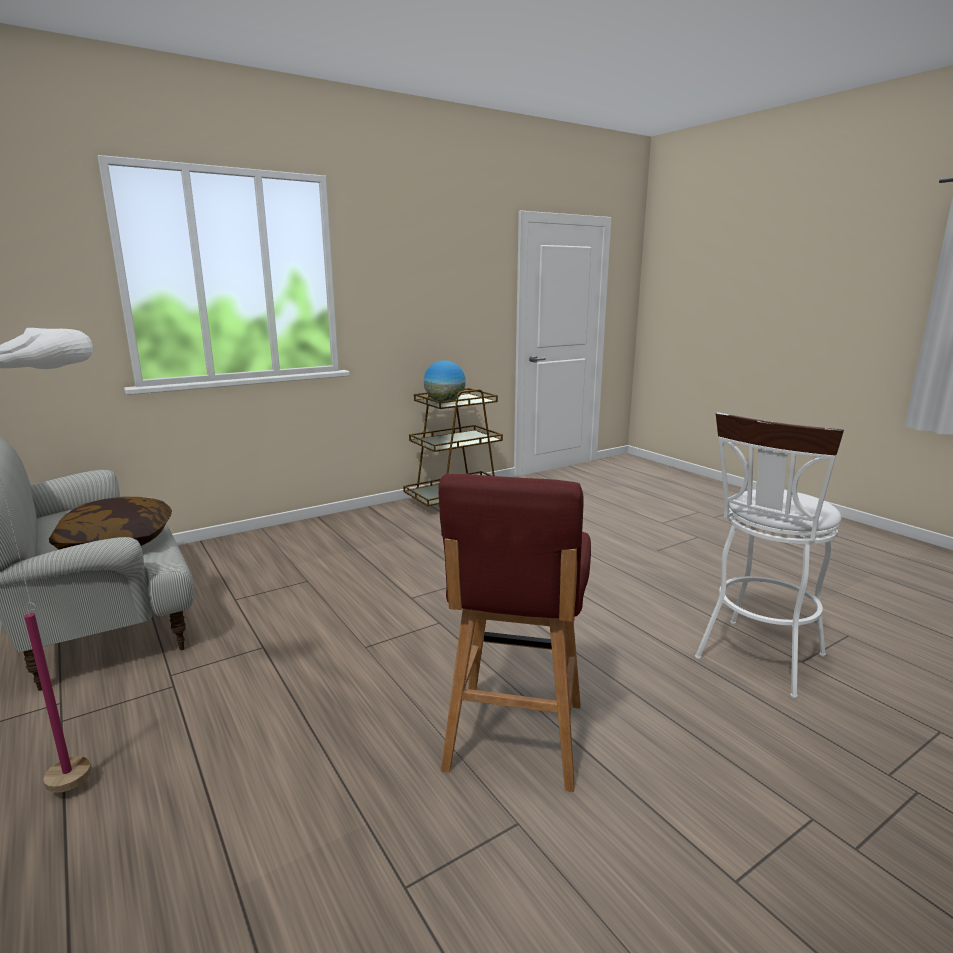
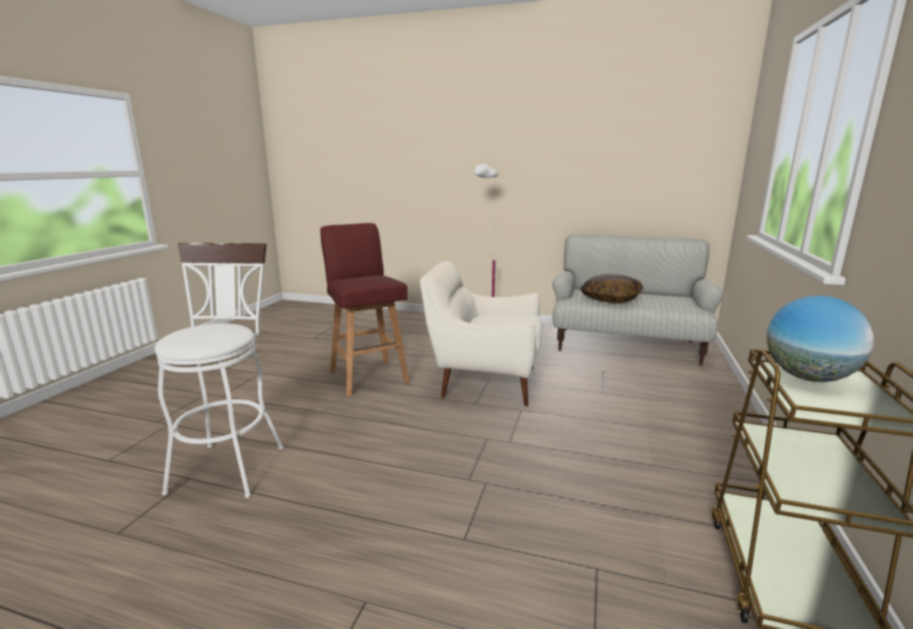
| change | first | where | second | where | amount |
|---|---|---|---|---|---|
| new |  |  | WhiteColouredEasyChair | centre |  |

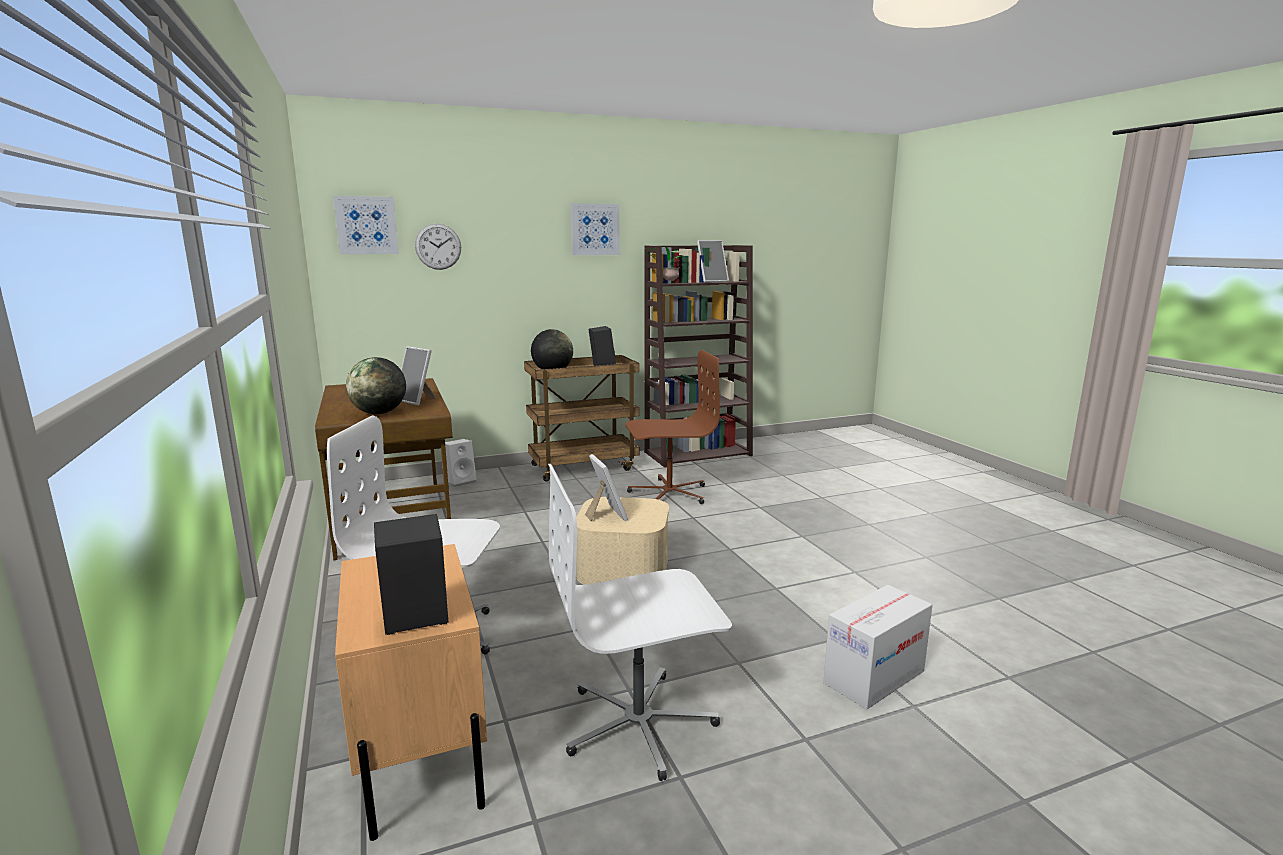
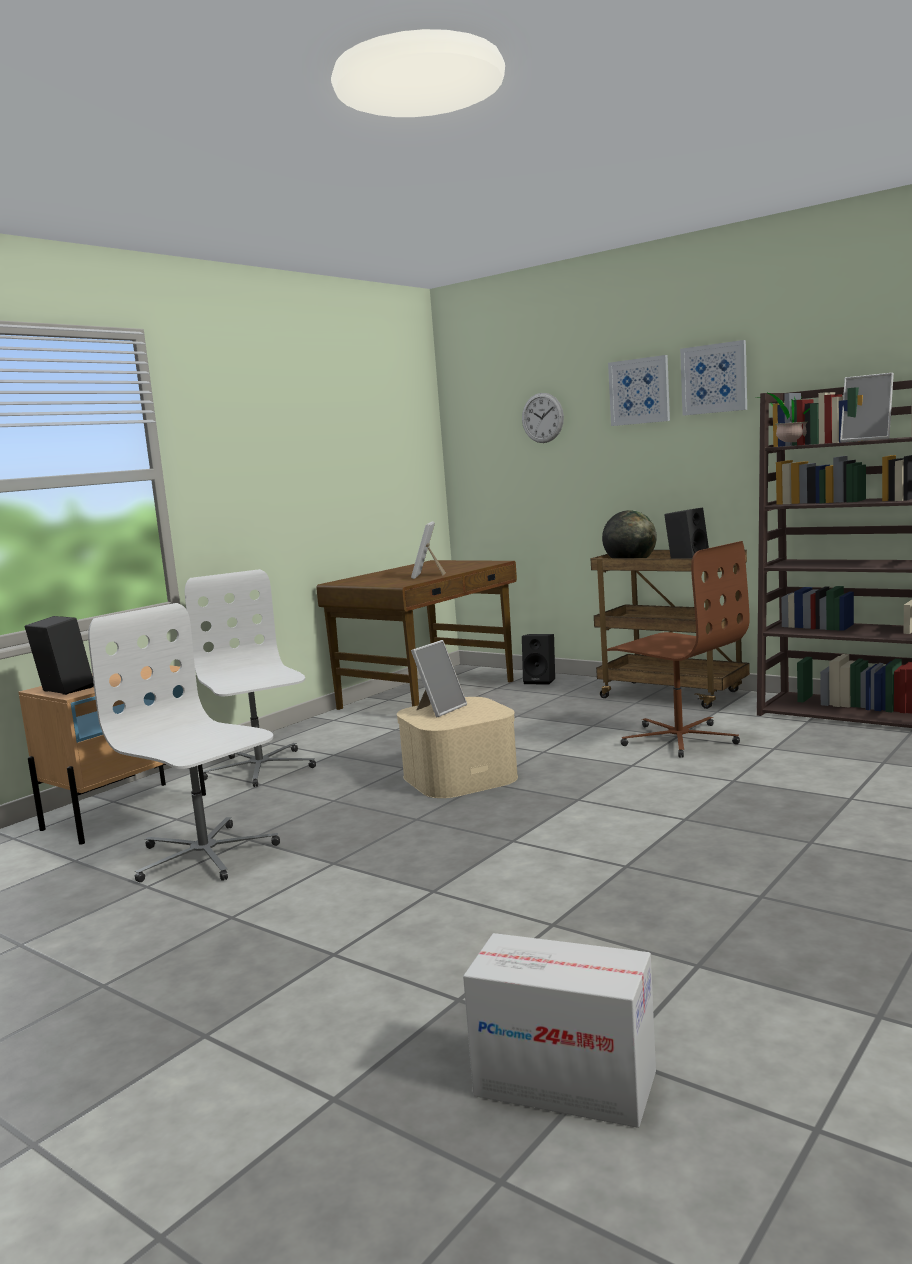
| change | first | where | second | where | amount |
|---|---|---|---|---|---|
| gone | DeskGlobe (no. 1 from left) | middle left |  |  |  |
| shifted | WallPicture (no. 1 from left) | top left |  | top right |  |
| shifted | Carton | bottom right |  | bottom centre |  |
| repainted | WhiteColouredSpeaker | centre | BlackSpeaker (no. 2 from left) | centre |  |

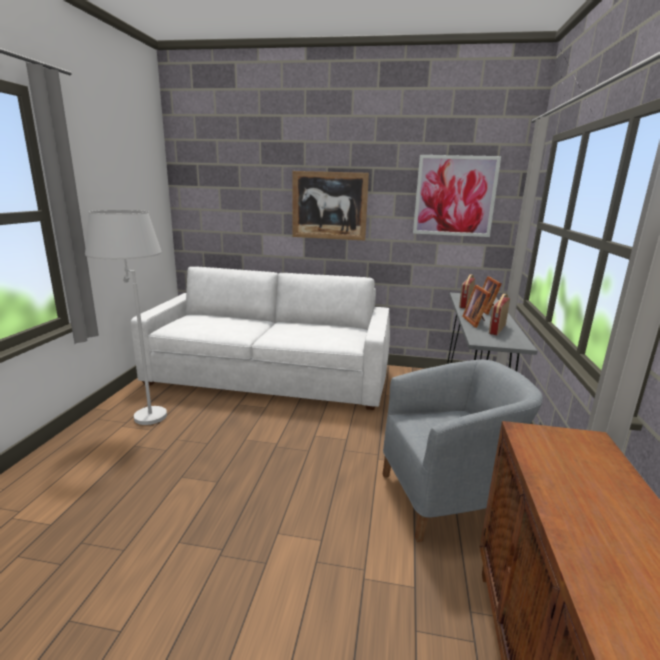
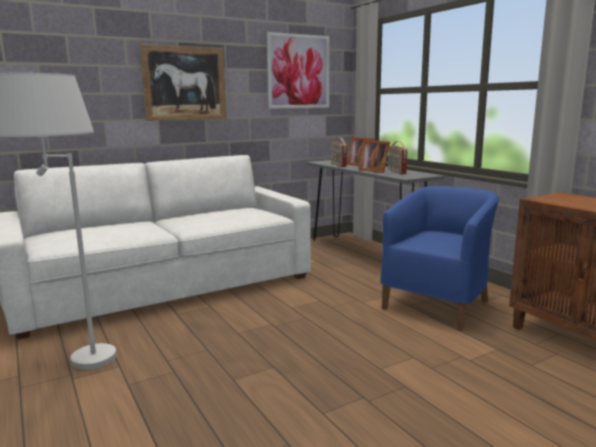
| change | first | where | second | where | amount |
|---|---|---|---|---|---|
| repainted | GrayEasyChair | bottom right | BlueEasyChair | middle right |  |

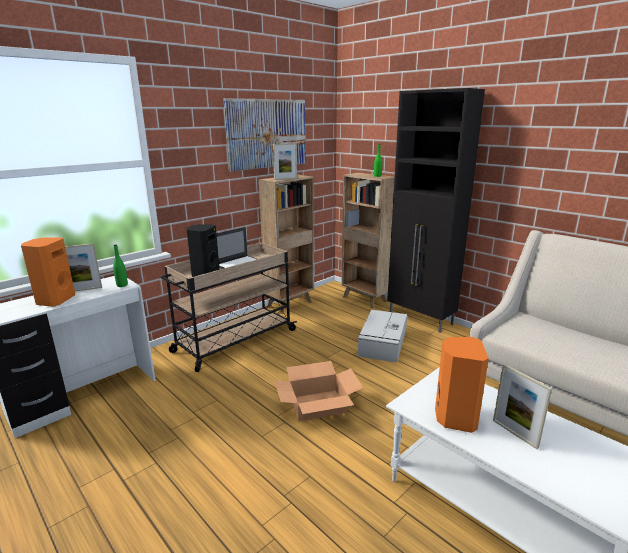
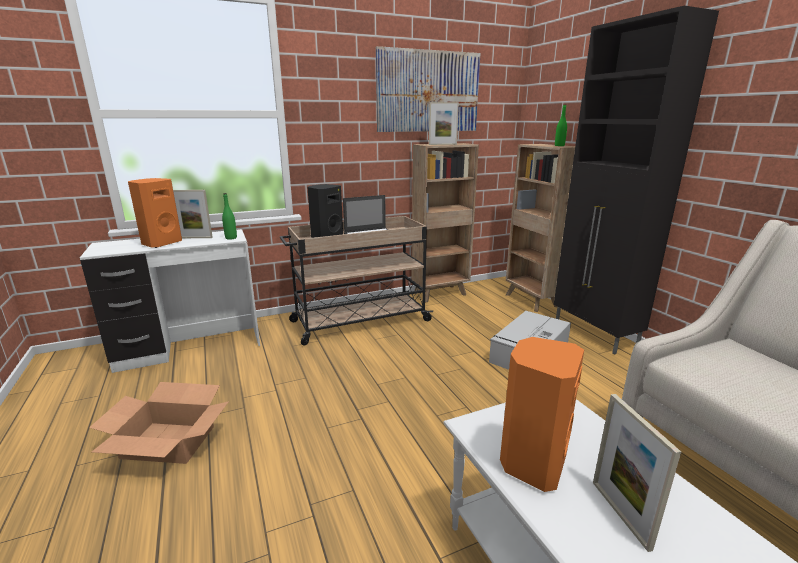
| change | first | where | second | where | amount |
|---|---|---|---|---|---|
| shifted | Carton | bottom centre |  | bottom left |  |

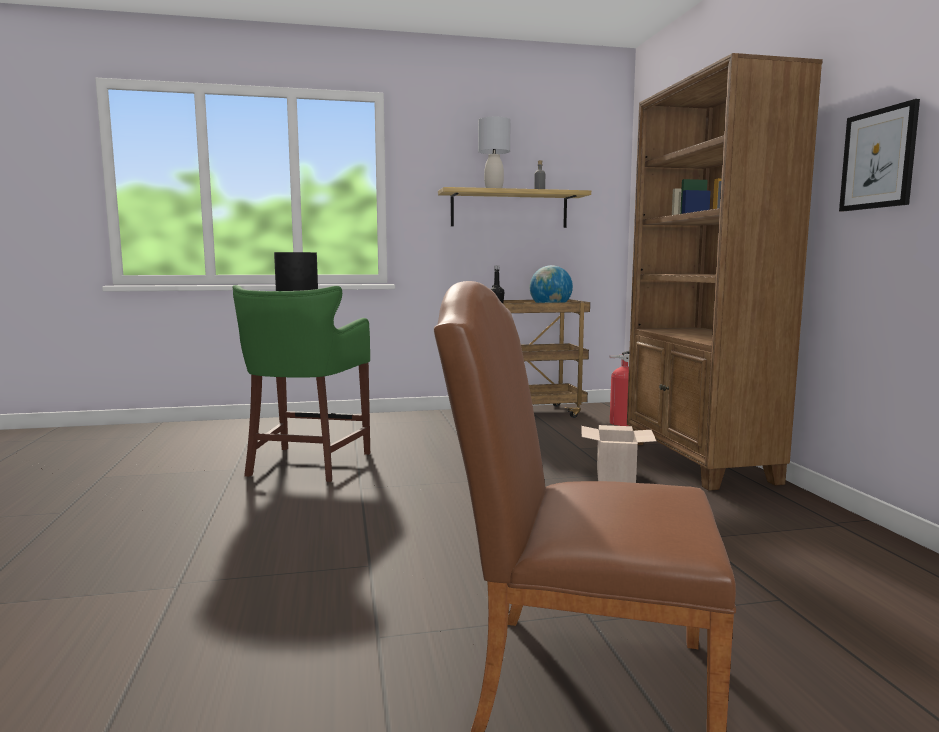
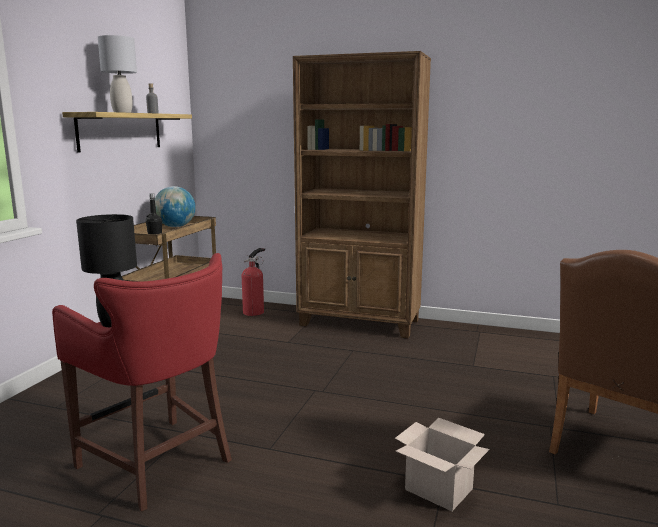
| change | first | where | second | where | amount |
|---|---|---|---|---|---|
| gone | WallPicture | top right |  |  |  |
| shifted | Carton | centre |  | bottom right |  |
| repainted | GreenishSittingStool | middle left | RedColouredSittingStool | bottom left |  |

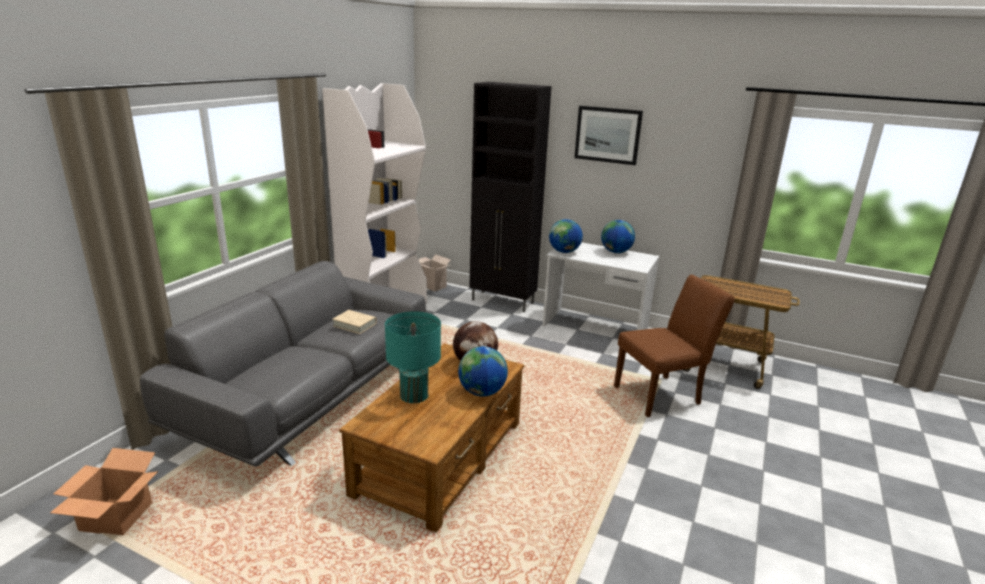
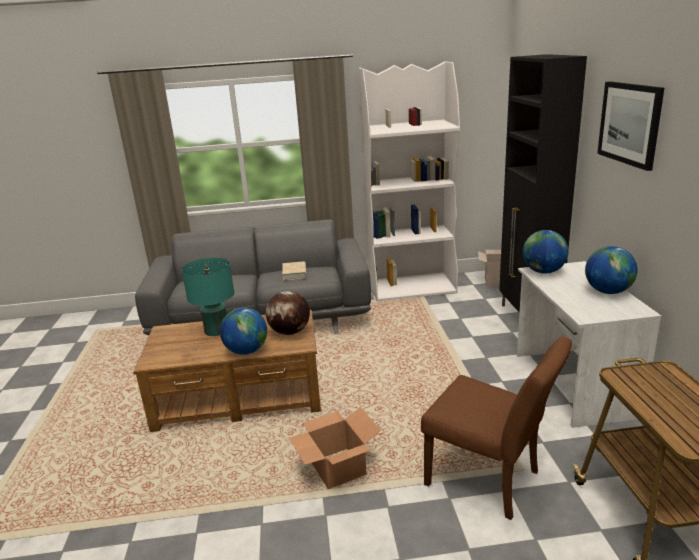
| change | first | where | second | where | amount |
|---|---|---|---|---|---|
| shifted | Carton (no. 1 from left) | bottom left |  | bottom centre |  |

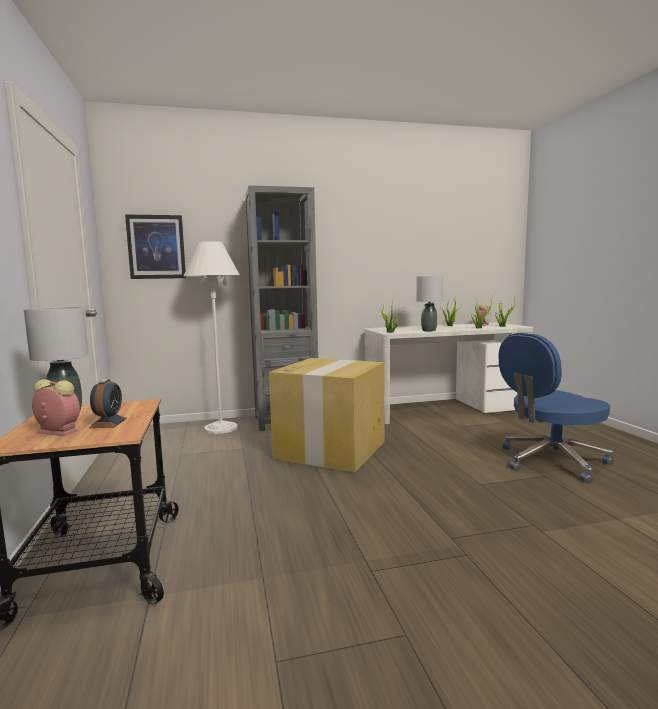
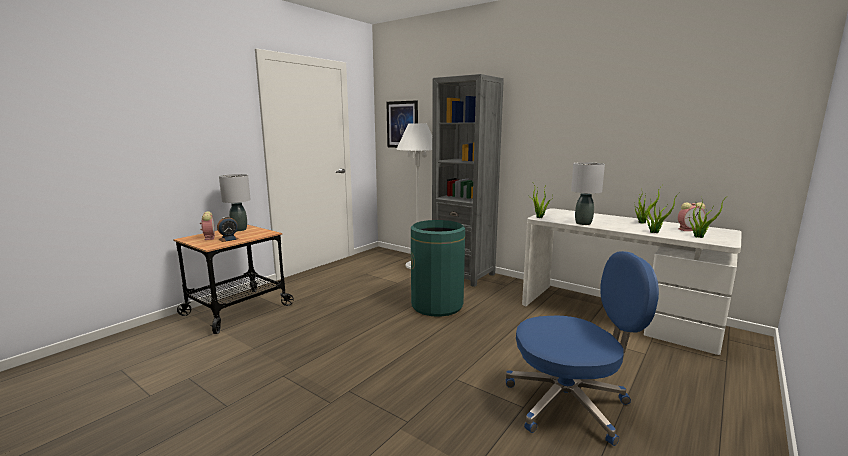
| change | first | where | second | where | amount |
|---|---|---|---|---|---|
| swapped | Carton | centre | GreenishTrashCan | centre |  |
| rotated | BlueComputerChair | middle right |  | bottom right | 150 degrees clockwise |

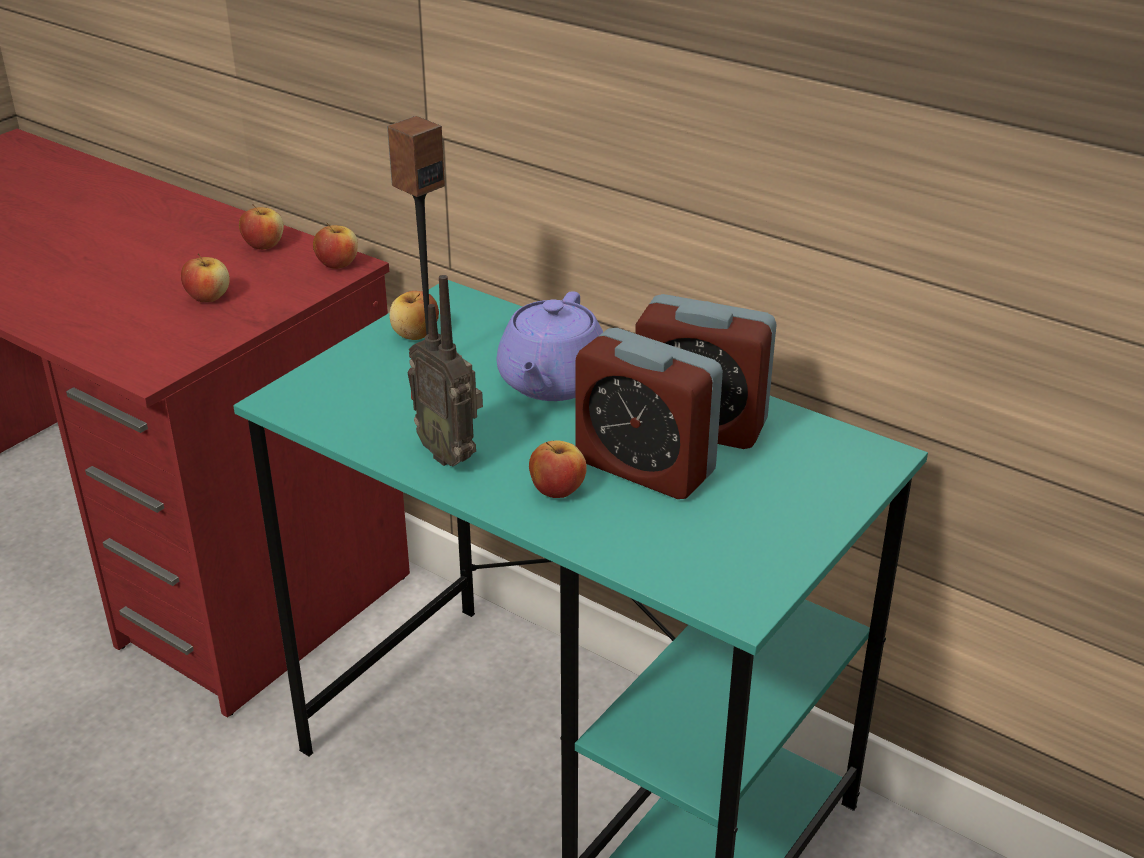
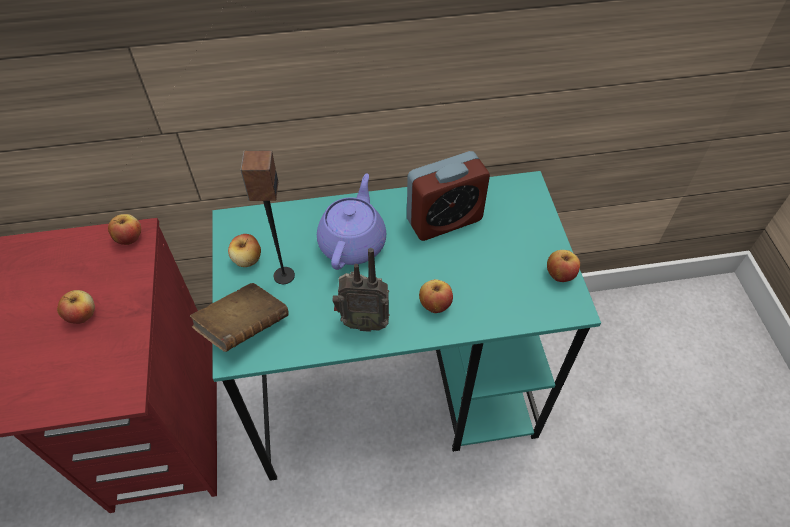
| change | first | where | second | where | amount |
|---|---|---|---|---|---|
| gone | AlarmClock (no. 1 from left) | centre |  |  |  |
| new |  |  | BrownBook | middle left |  |
| shifted | AppleFruit (no. 2 from left in the first image) | top left | AppleFruit (no. 5 from left) | middle right |  |
| rotated | PurpleColouredTeapot | centre |  | centre | 135 degrees counterclockwise |

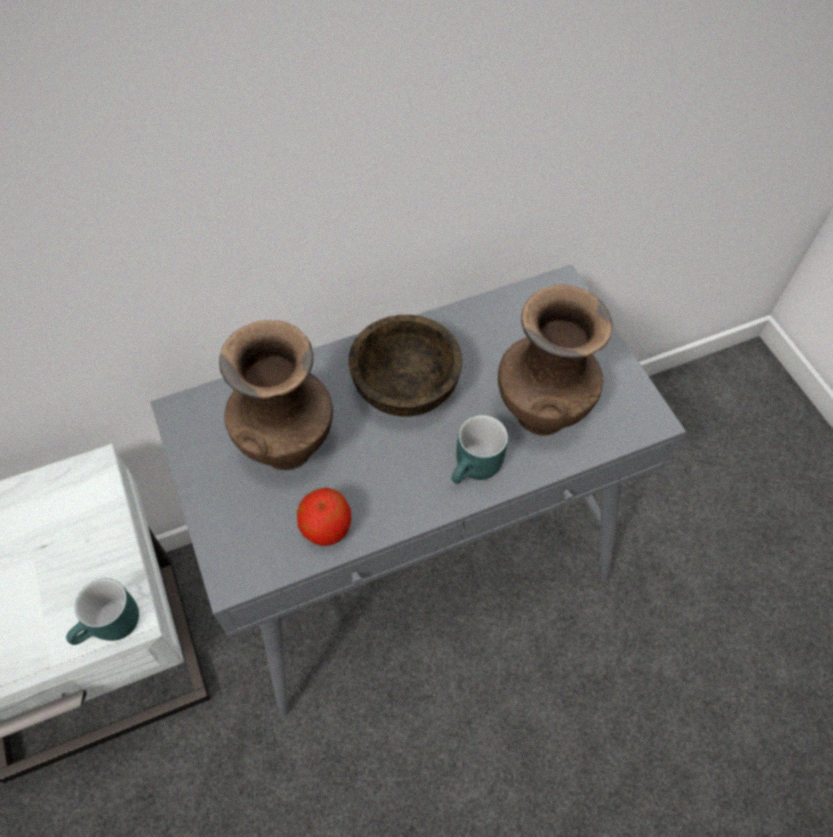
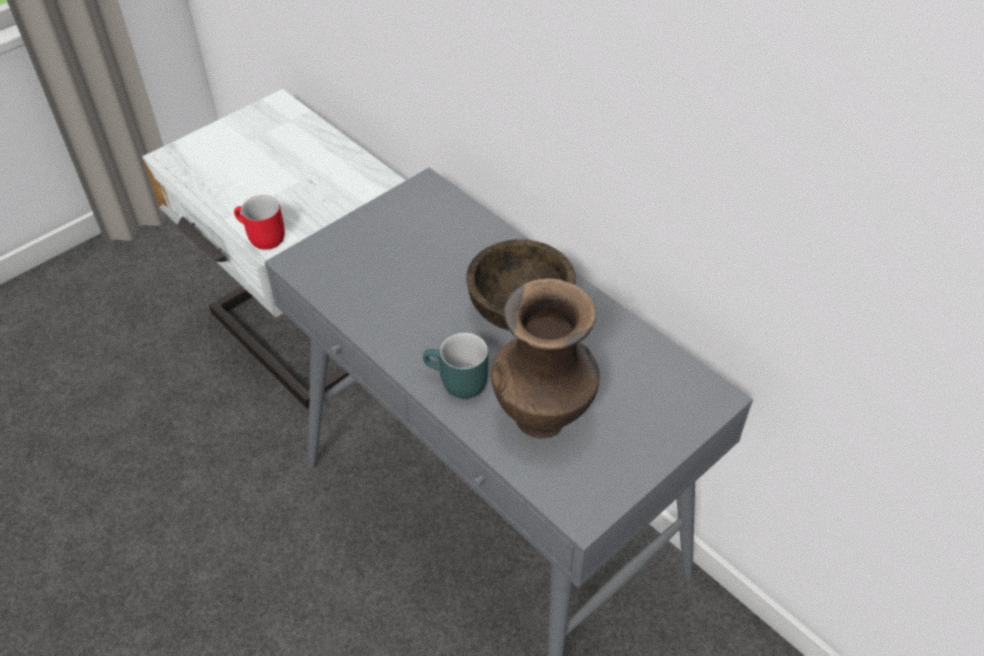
| change | first | where | second | where | amount |
|---|---|---|---|---|---|
| gone | BrownFlowerVase (no. 1 from left) | middle left |  |  |  |
| gone | AppleFruit | centre |  |  |  |
| repainted | BlueGreenTeaMug (no. 1 from left) | bottom left | RedColouredTeaMug | middle left |  |

